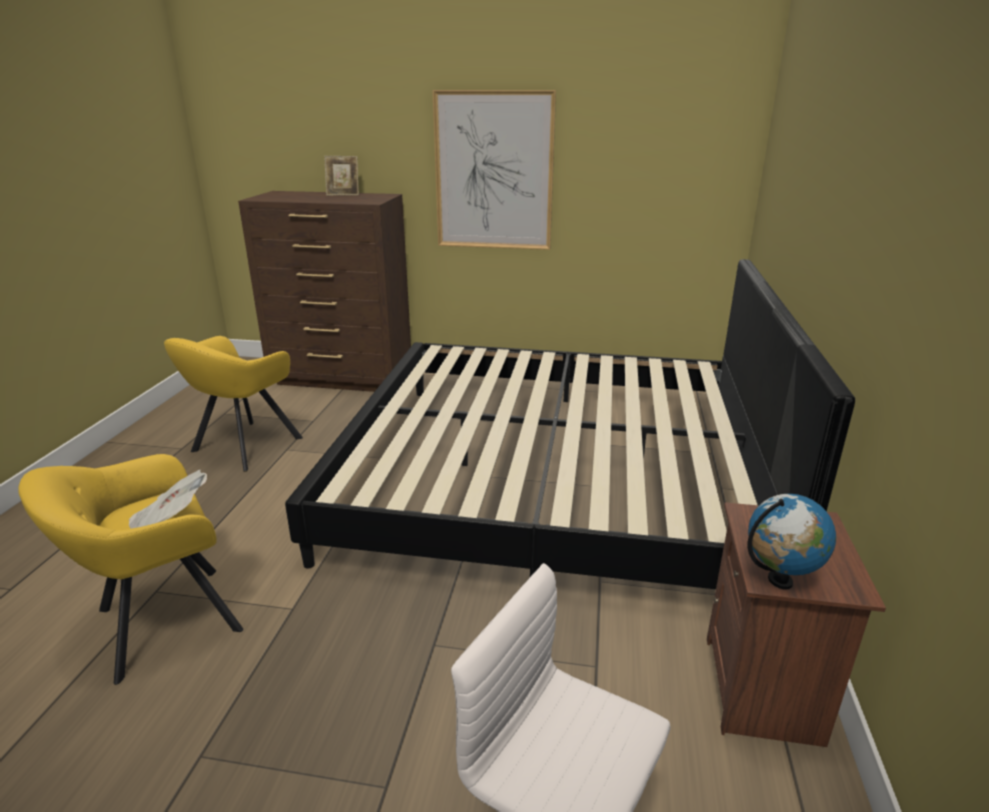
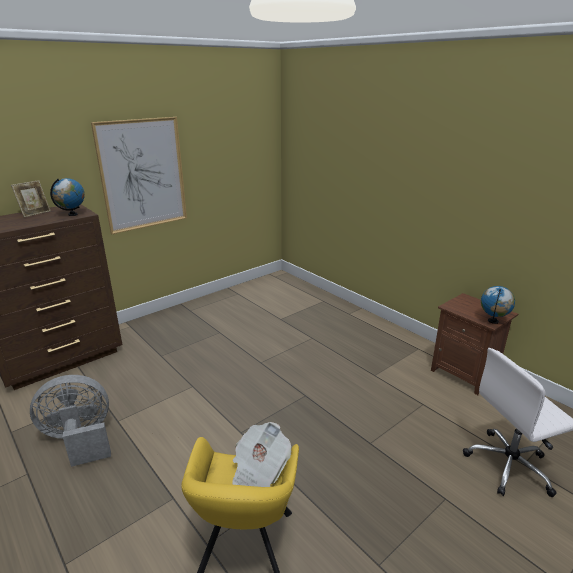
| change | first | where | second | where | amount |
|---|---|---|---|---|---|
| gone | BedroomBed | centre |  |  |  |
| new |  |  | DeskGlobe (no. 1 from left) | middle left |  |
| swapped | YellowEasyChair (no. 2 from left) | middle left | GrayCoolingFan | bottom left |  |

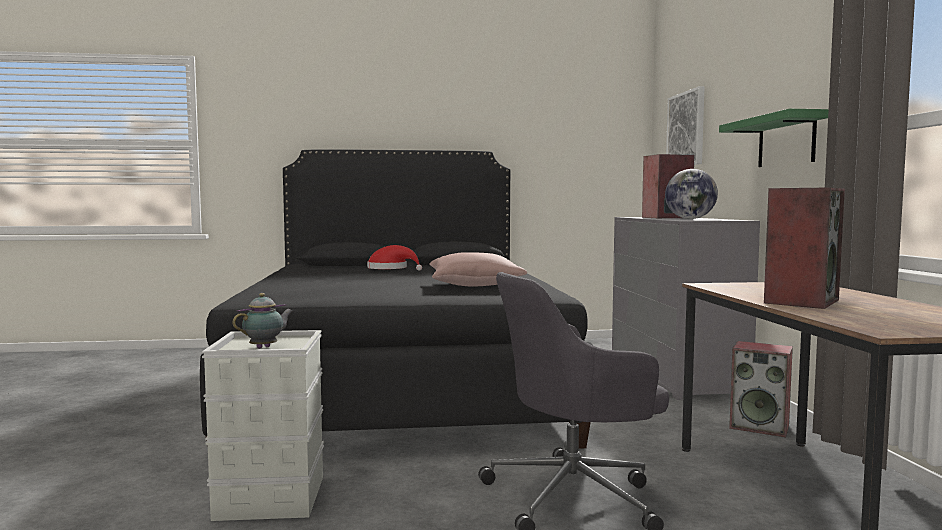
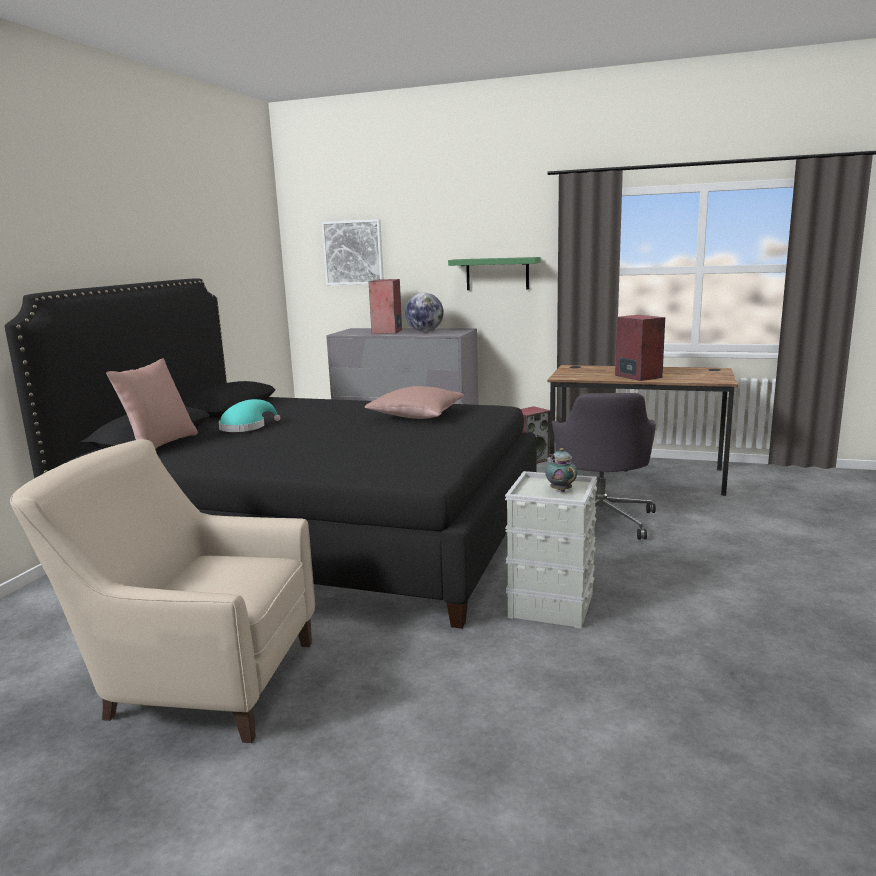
| change | first | where | second | where | amount |
|---|---|---|---|---|---|
| new |  |  | BeigeEasyChair | bottom left |  |
| new |  |  | PinkColouredThrowPillow (no. 1 from left) | middle left |  |
| repainted | RedColouredClothingHat | centre | BlueGreenClothingHat | middle left |  |

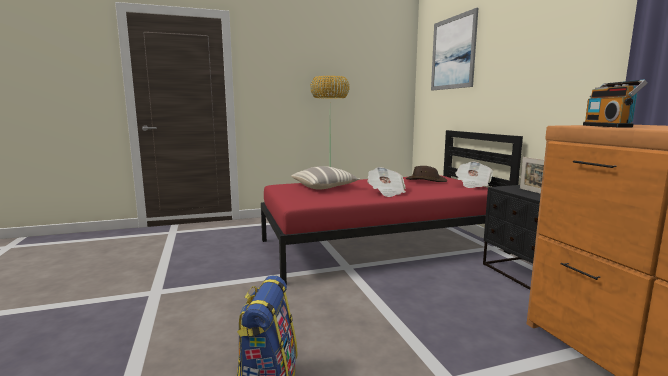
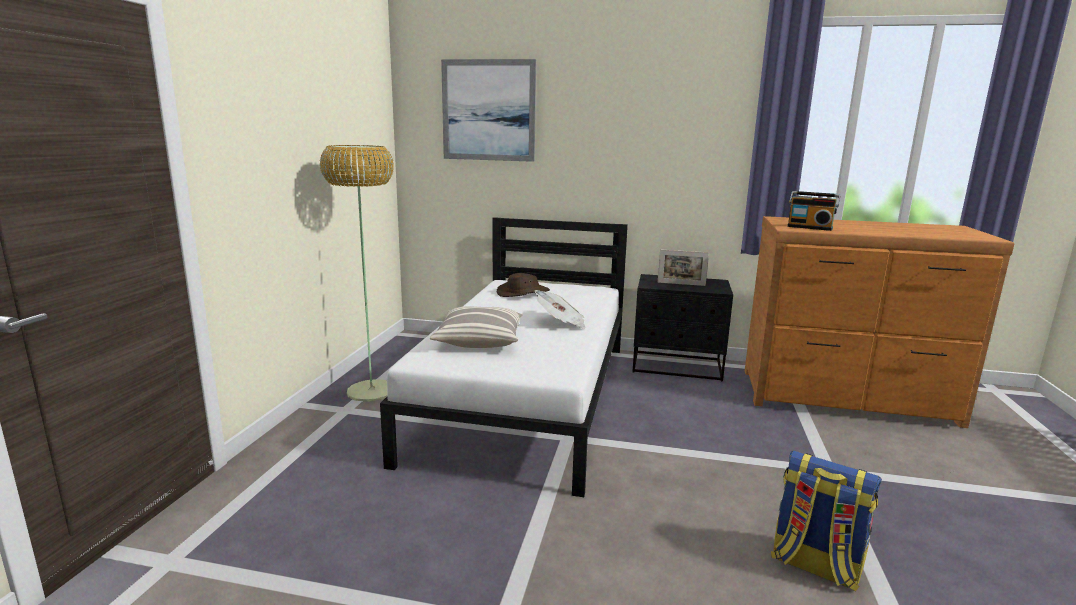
| change | first | where | second | where | amount |
|---|---|---|---|---|---|
| gone | Newspaper (no. 2 from left) | middle right |  |  |  |
| repainted | RedColouredBedroomBed | centre | WhiteColouredBedroomBed | centre |  |

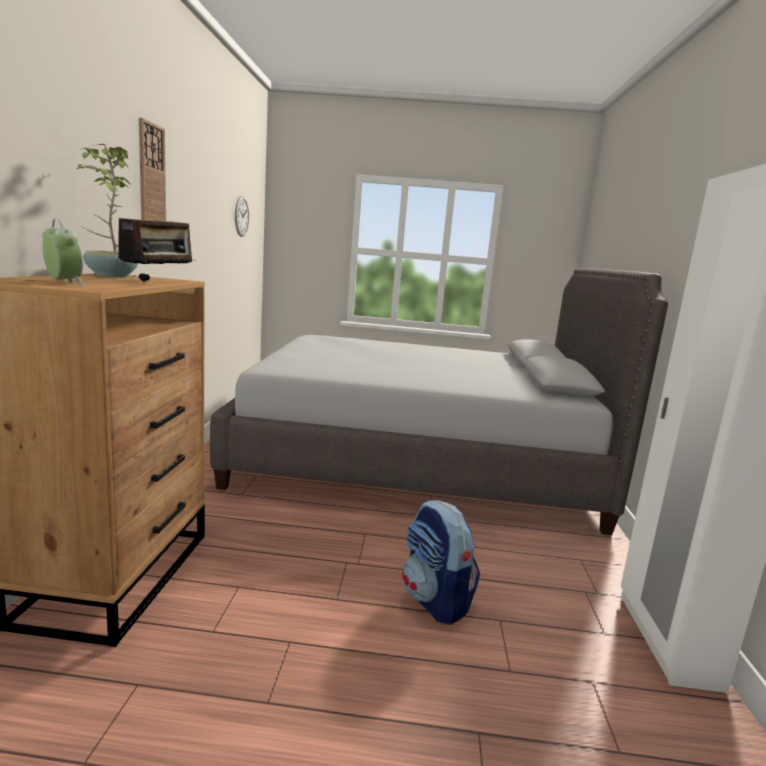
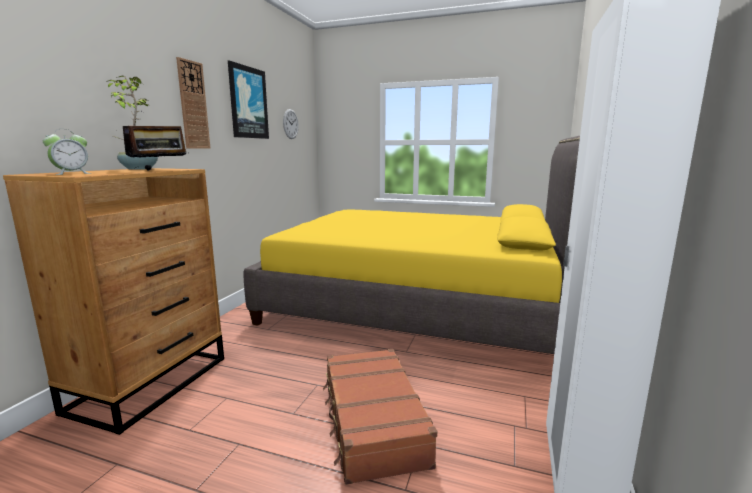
| change | first | where | second | where | amount |
|---|---|---|---|---|---|
| new |  |  | WallPicture | top left |  |
| swapped | Backpack | bottom centre | BrownPieceOfLuggage | bottom centre |  |
| repainted | GrayBedroomBed | centre | YellowBedroomBed | centre |  |
| rotated | AlarmClock | top left |  | top left | 75 degrees clockwise |

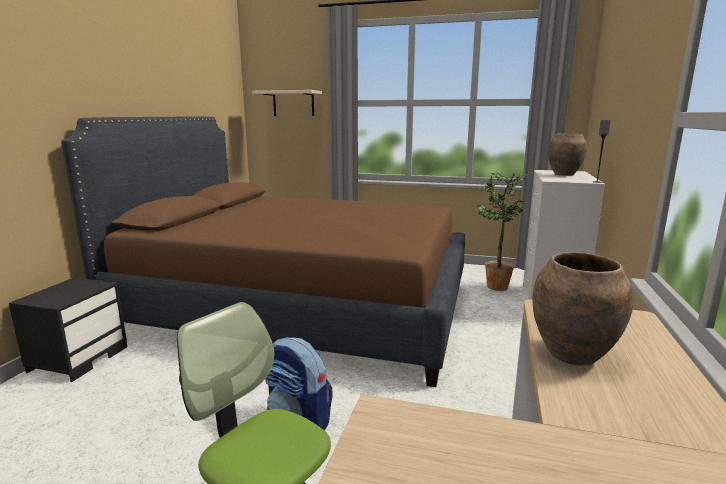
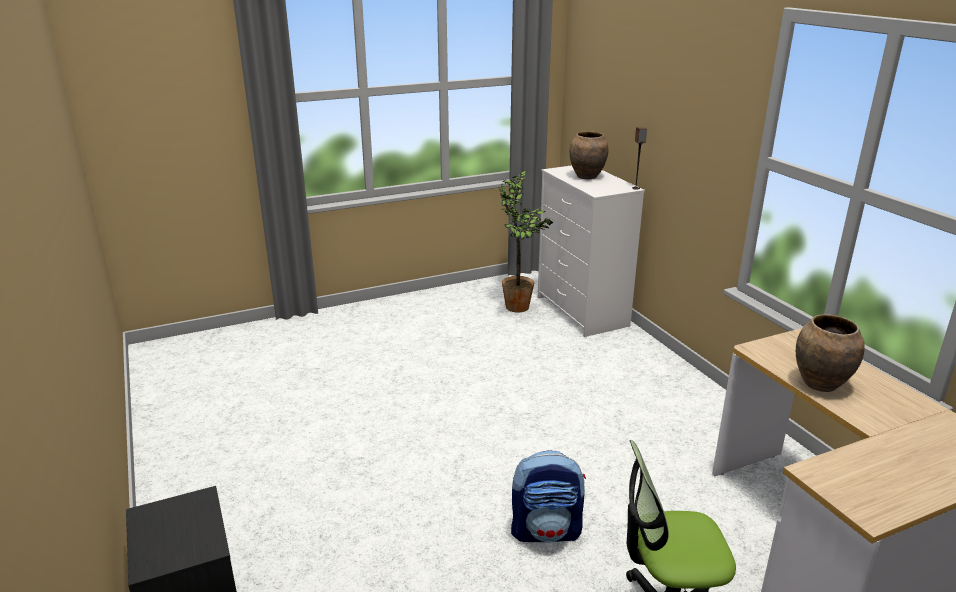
| change | first | where | second | where | amount |
|---|---|---|---|---|---|
| gone | BrownBedroomBed | centre |  |  |  |
| gone | BeigeShelf | top centre |  |  |  |

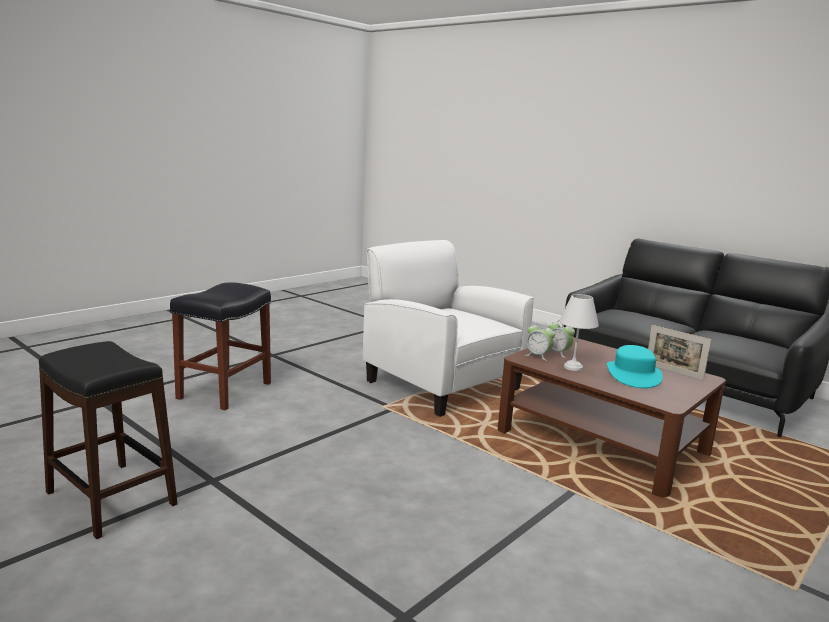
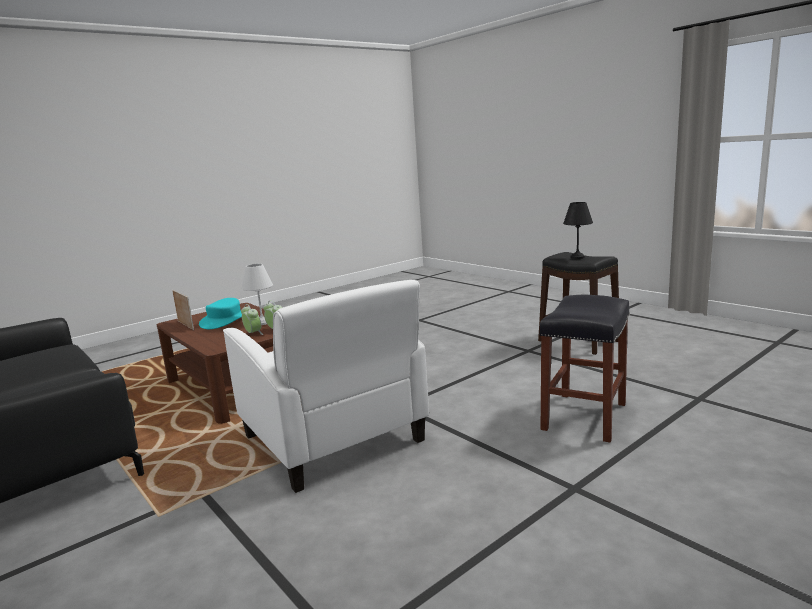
| change | first | where | second | where | amount |
|---|---|---|---|---|---|
| new |  |  | BlackLampForATable | middle right |  |

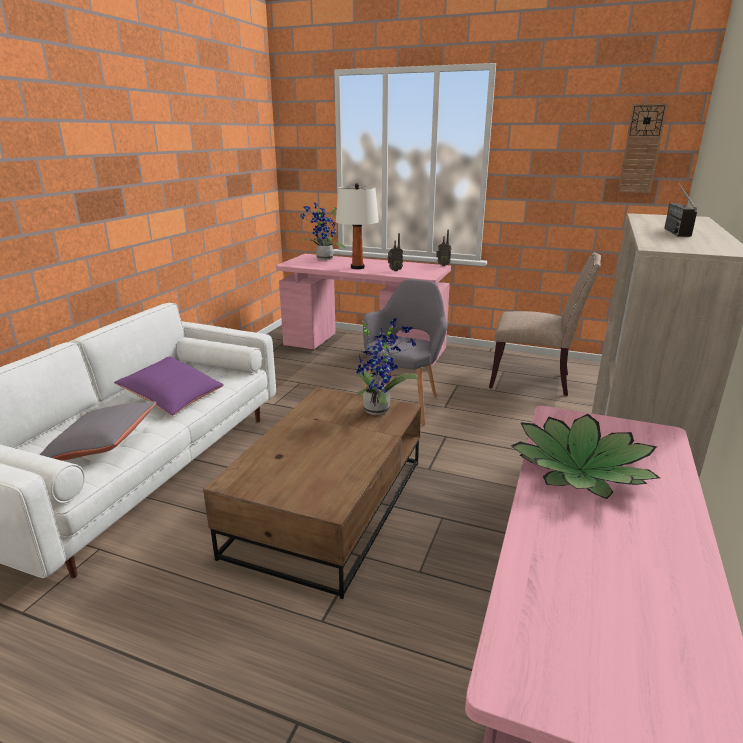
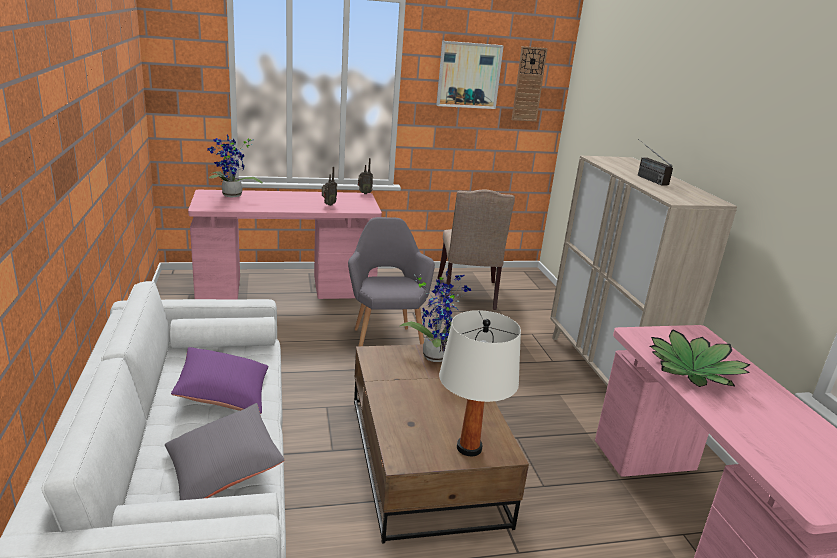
| change | first | where | second | where | amount |
|---|---|---|---|---|---|
| new |  |  | WallPicture | top centre |  |
| shifted | WhiteColouredLampForATable | top centre |  | bottom centre |  |
| rotated | BeigeUprightChair | middle right |  | centre | 105 degrees clockwise |

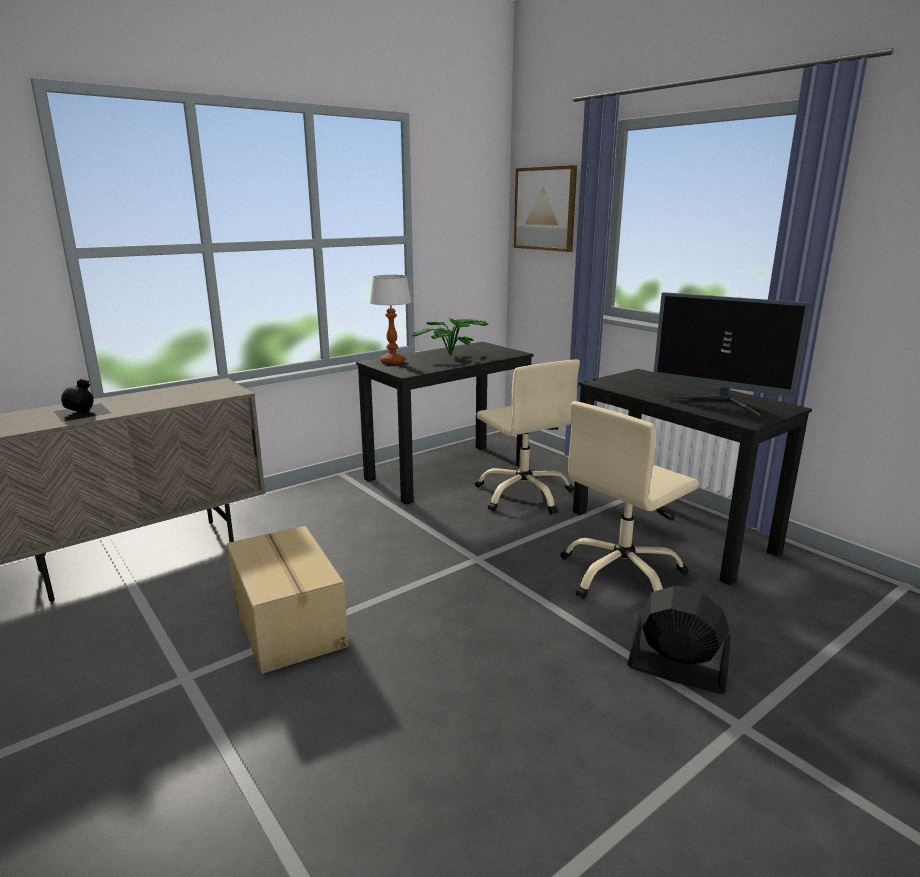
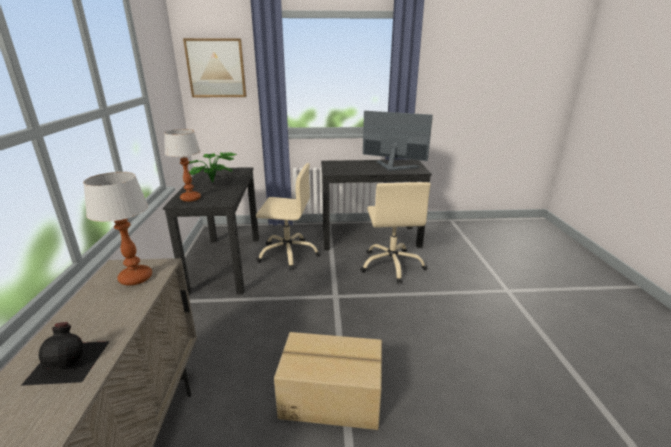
| change | first | where | second | where | amount |
|---|---|---|---|---|---|
| gone | BlackCoolingFan | bottom right |  |  |  |
| new |  |  | LampForATable (no. 1 from left) | middle left |  |
| rotated | ComputerScreen | middle right |  | top centre | 135 degrees counterclockwise |

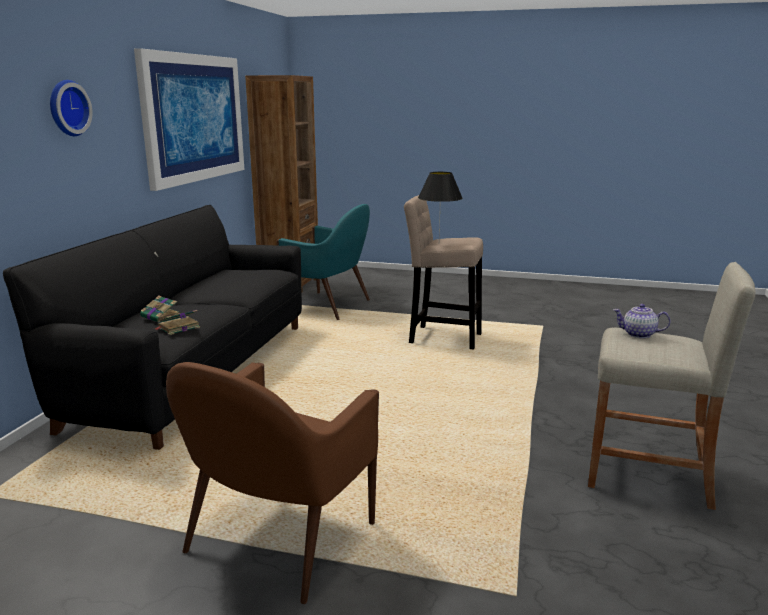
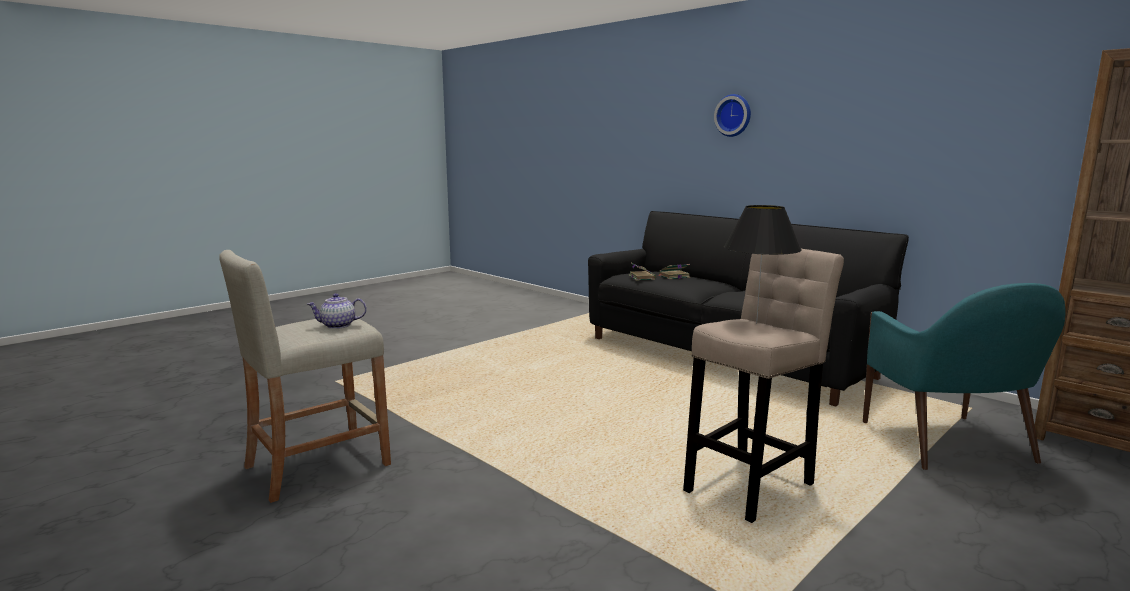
| change | first | where | second | where | amount |
|---|---|---|---|---|---|
| gone | WallPicture | top left |  |  |  |
| gone | BrownEasyChair | bottom centre |  |  |  |
| rotated | BlueGreenEasyChair | centre |  | middle right | 60 degrees counterclockwise |
| rotated | Teapot | middle right |  | middle left | 150 degrees counterclockwise |

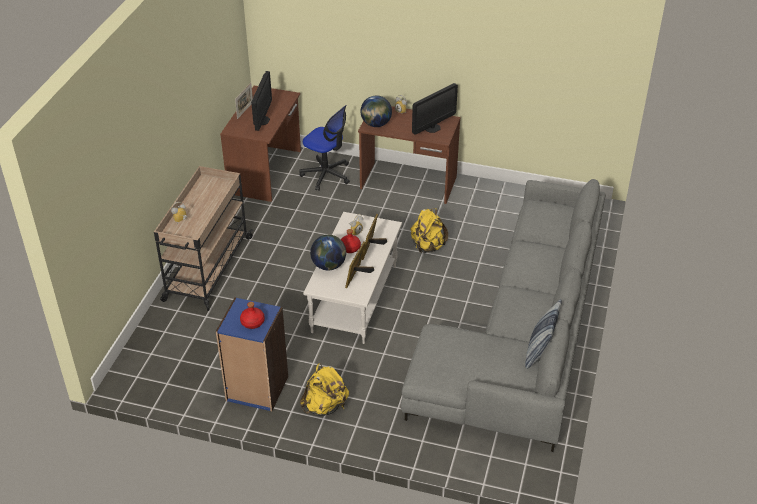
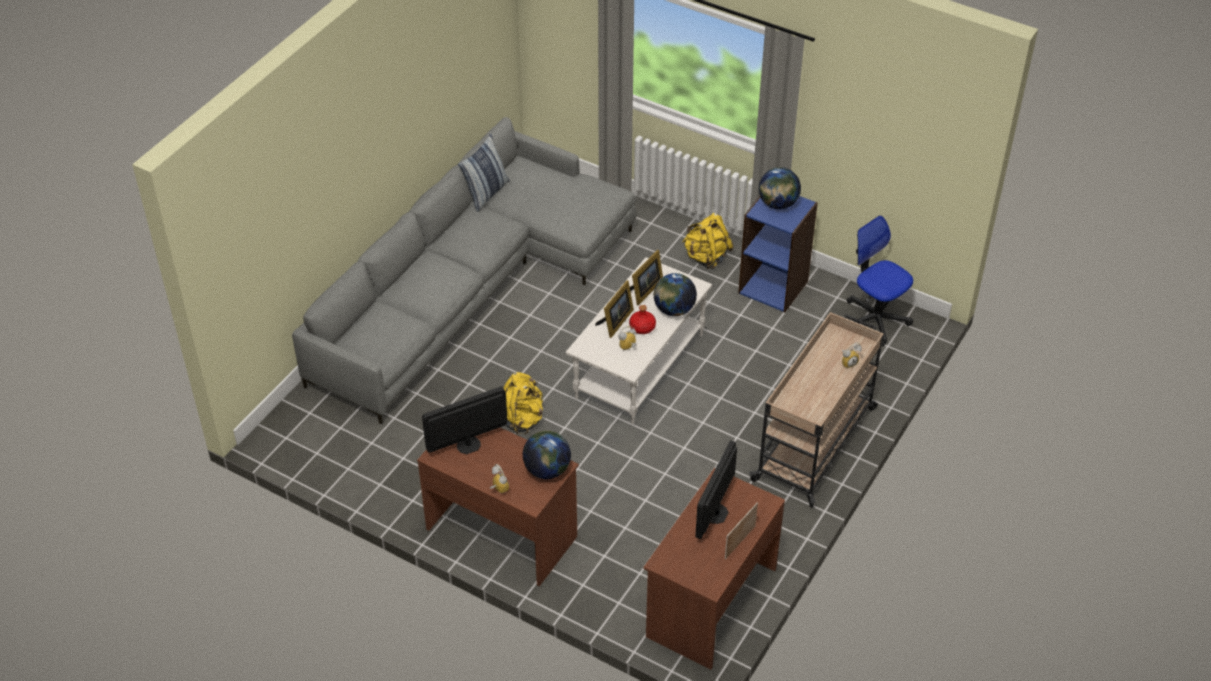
| change | first | where | second | where | amount |
|---|---|---|---|---|---|
| shifted | ComputerChair | top centre |  | middle right |  |
| swapped | RedColouredBottle (no. 1 from left) | middle left | DeskGlobe (no. 3 from left) | top centre |  |

